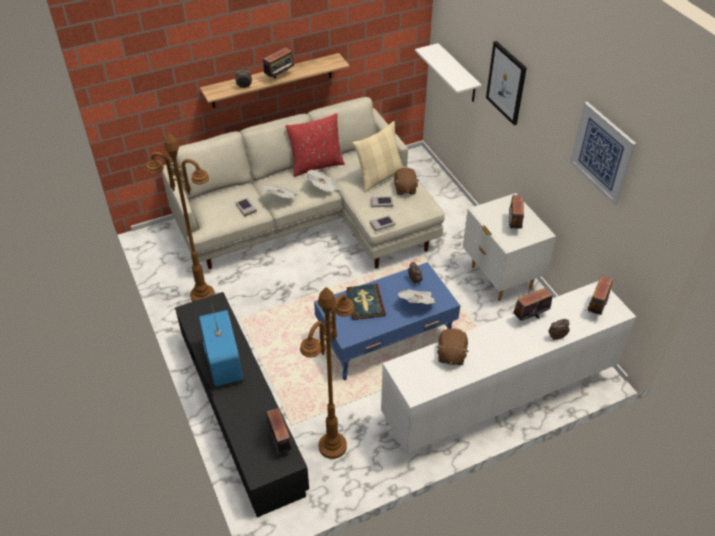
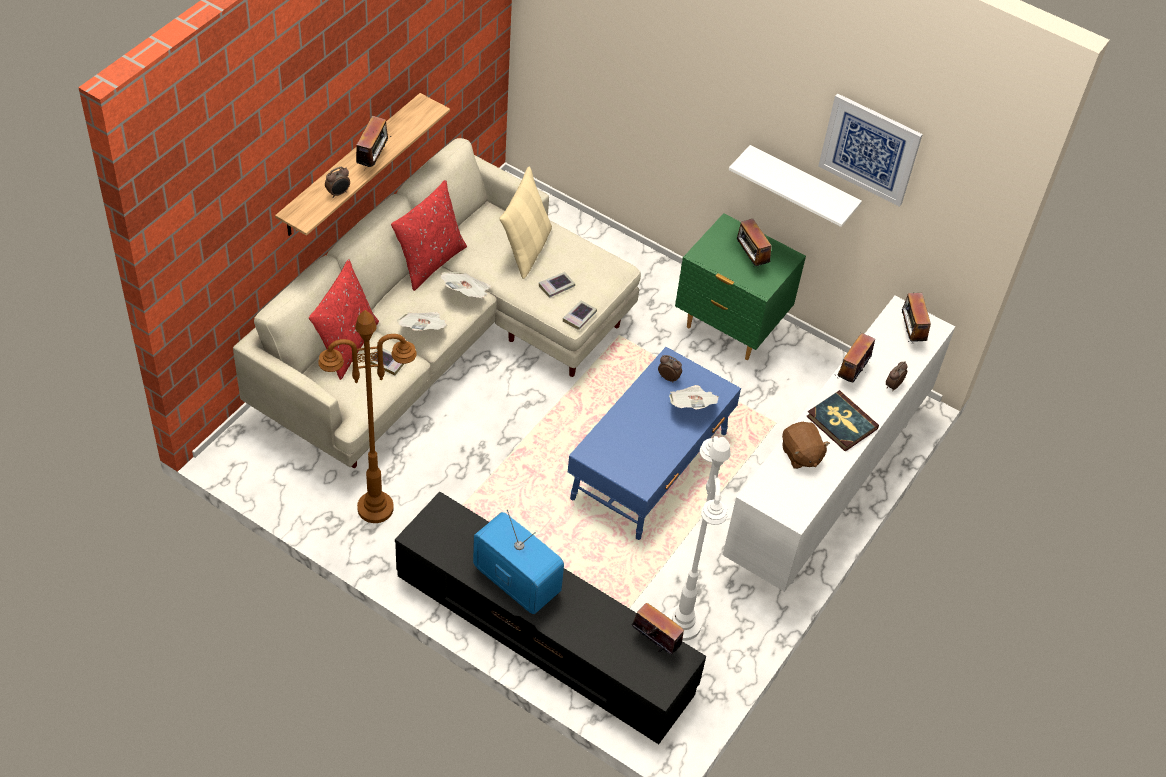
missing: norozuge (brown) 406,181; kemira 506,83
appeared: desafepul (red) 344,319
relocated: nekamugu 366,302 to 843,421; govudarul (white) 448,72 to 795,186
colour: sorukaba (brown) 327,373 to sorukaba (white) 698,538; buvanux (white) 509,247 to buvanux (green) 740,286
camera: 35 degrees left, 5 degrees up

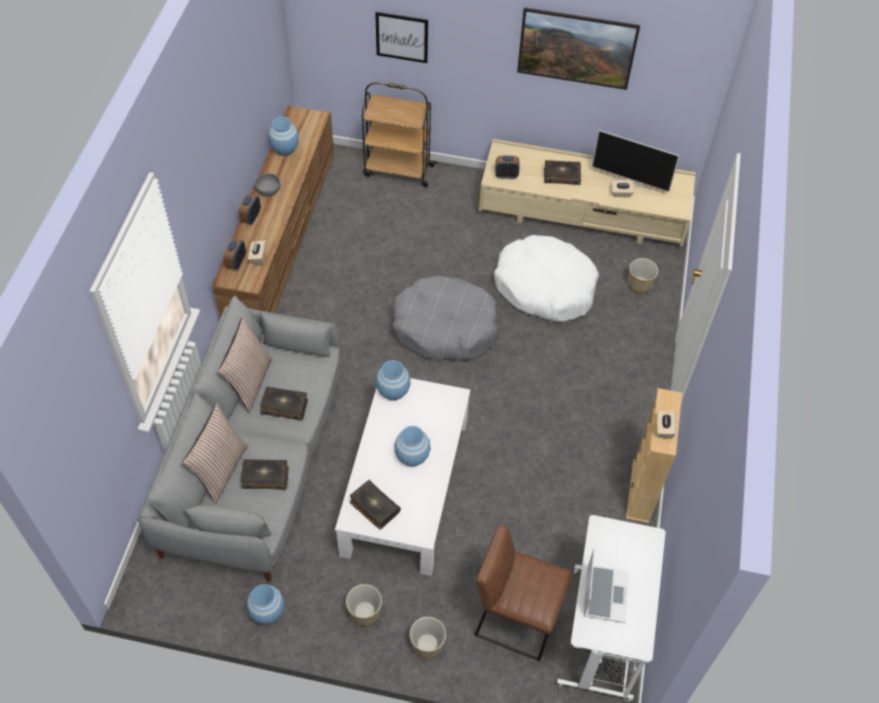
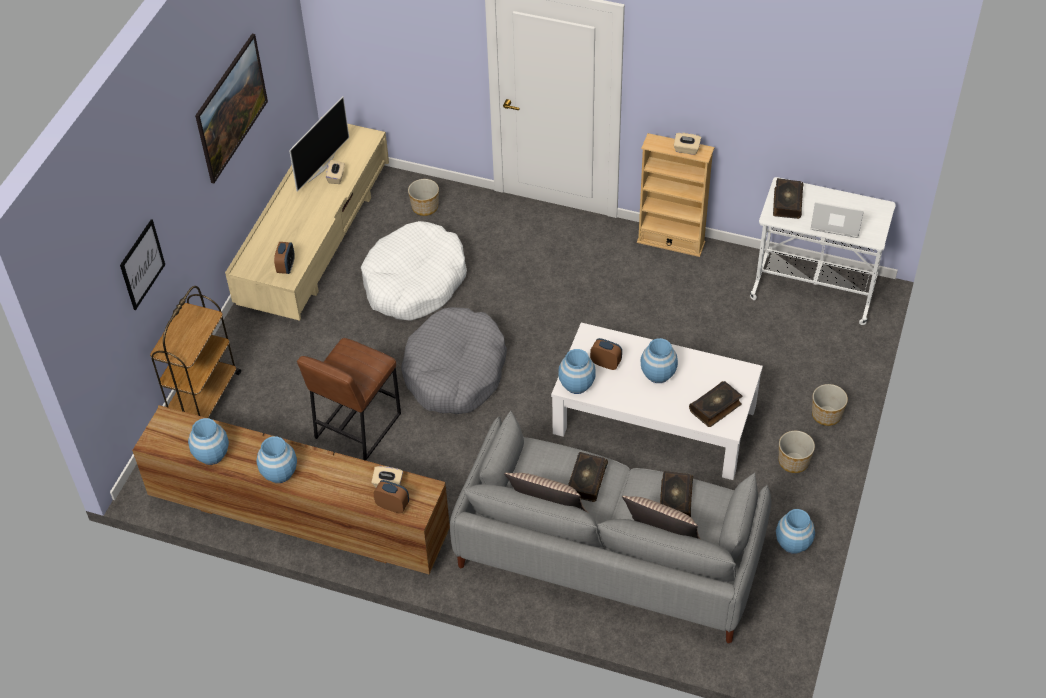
relocated: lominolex 249,209 to 606,354; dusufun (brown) 523,593 to 349,399; nekamugu 562,172 to 788,198
exchanged: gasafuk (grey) 268,184 to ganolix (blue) 276,459
camera: 80 degrees left, 5 degrees down

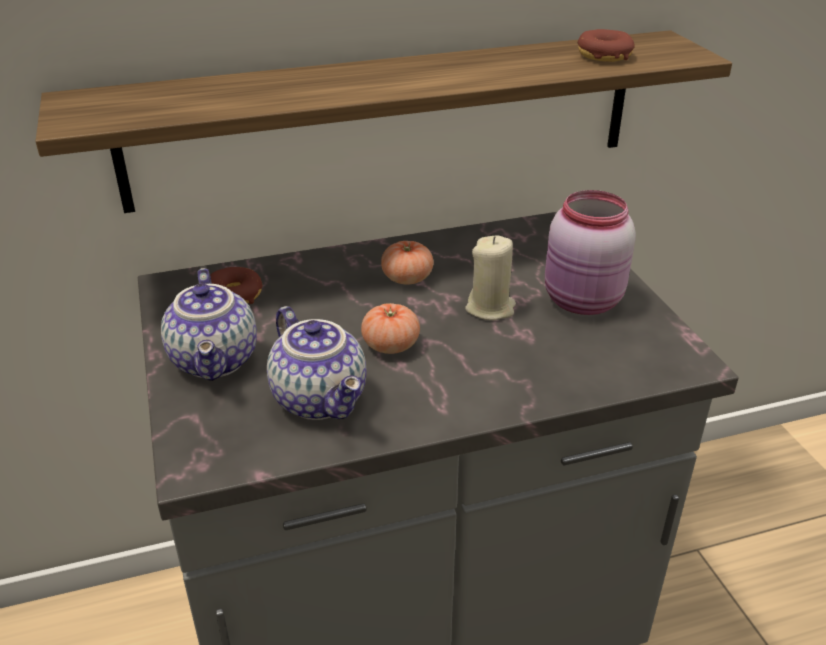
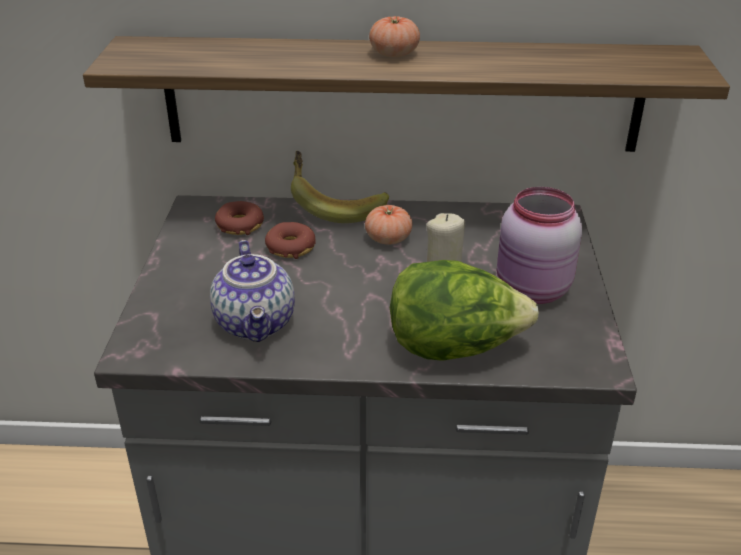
missing: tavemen 209,324
appeared: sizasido 340,187; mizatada 464,310
relocated: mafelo 390,328 to 394,36; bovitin 606,45 to 290,240
camera: 20 degrees right, 0 degrees up

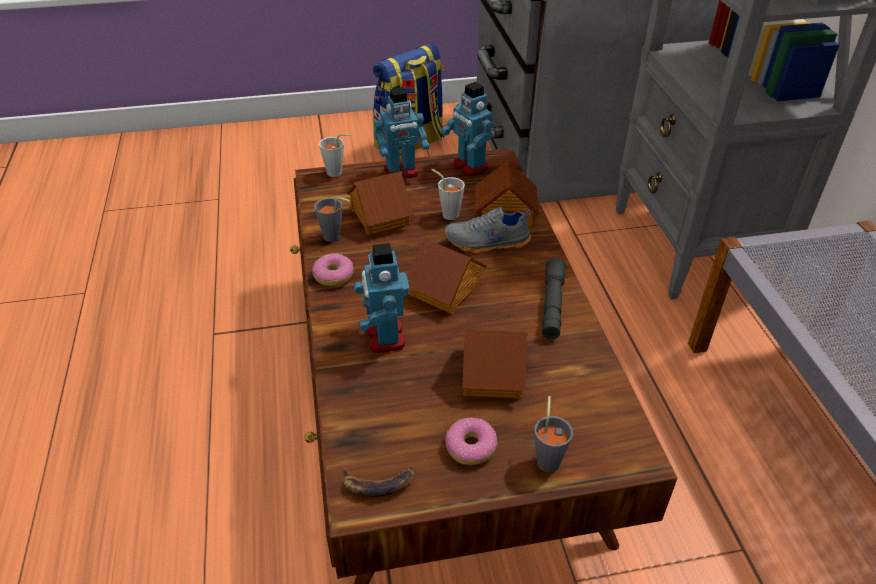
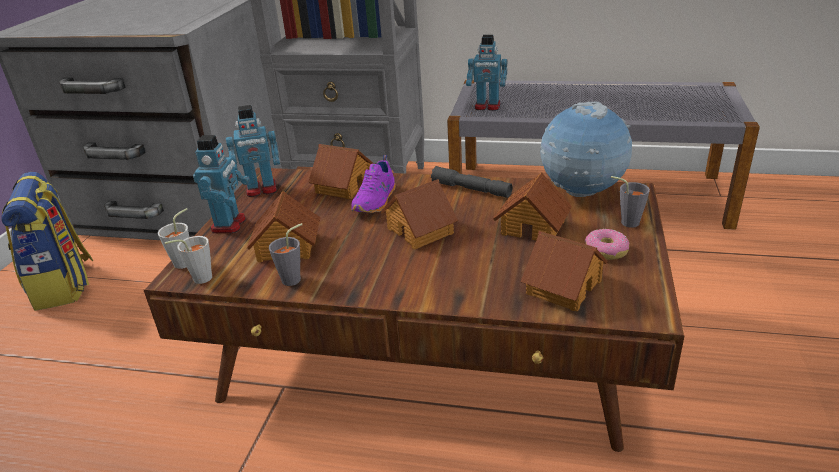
missing: bovitin 333,269; sizasido 378,482
appeared: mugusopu 564,271; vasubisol 586,149
relocated: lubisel 382,298 to 486,73; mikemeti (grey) 448,194 to 188,260
colour: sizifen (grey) 488,230 to sizifen (purple) 373,184
camera: 65 degrees left, 10 degrees down

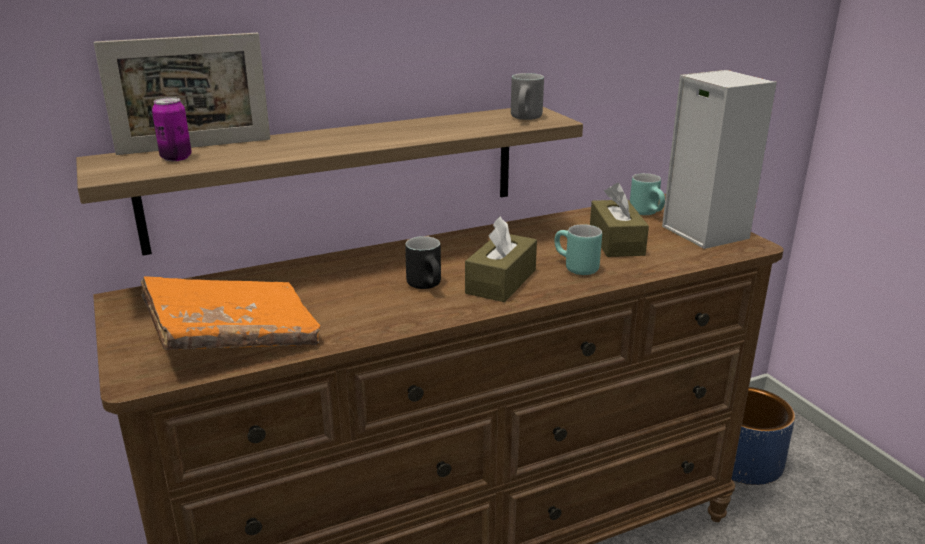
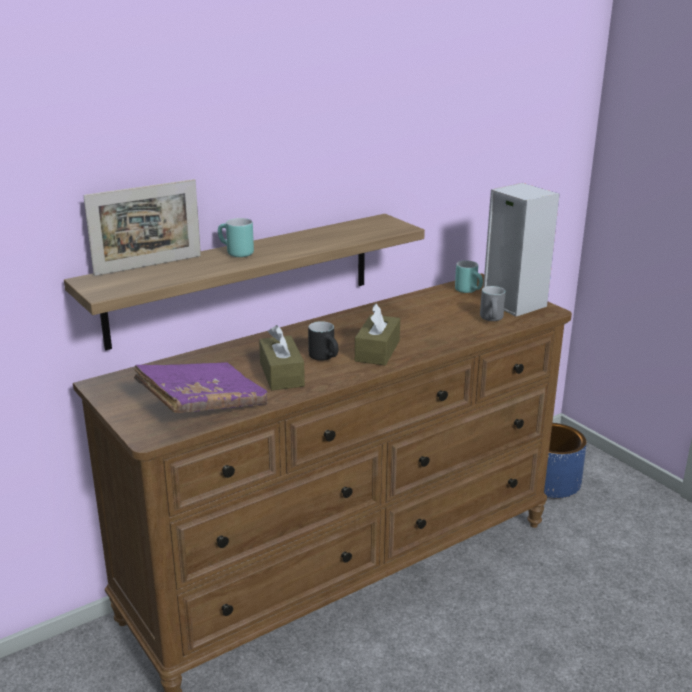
missing: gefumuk 172,129
relocated: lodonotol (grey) 527,96 to 493,303; lodonotol (turquoise) 578,249 to 236,237; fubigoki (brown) 619,220 to 282,357
colour: nekamugu (orange) 230,313 to nekamugu (purple) 200,387
camera: 10 degrees left, 0 degrees up

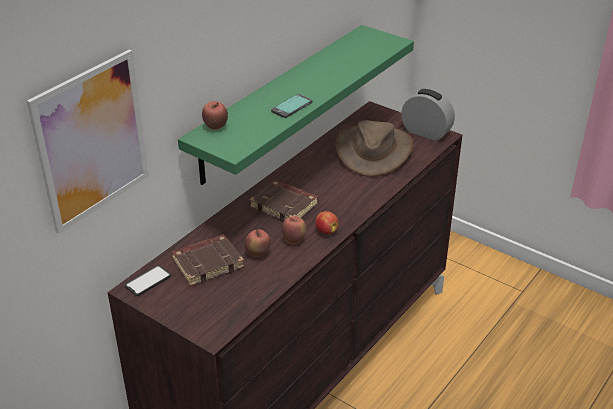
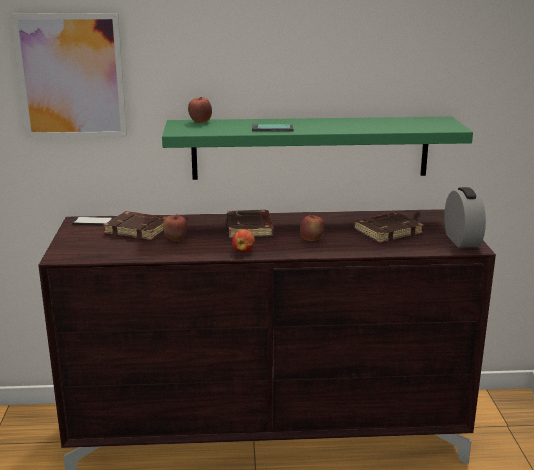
relocated: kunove 294,230 to 312,227
exchanged: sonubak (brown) 374,148 to nekamugu (brown) 388,227
camera: 50 degrees right, 15 degrees down

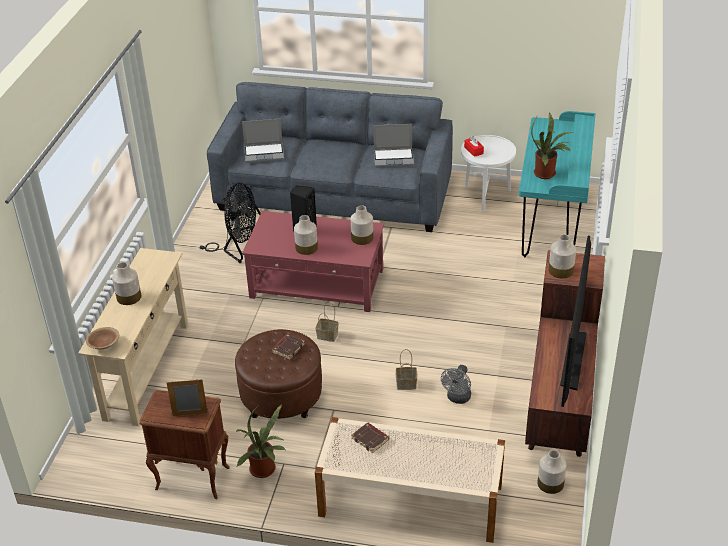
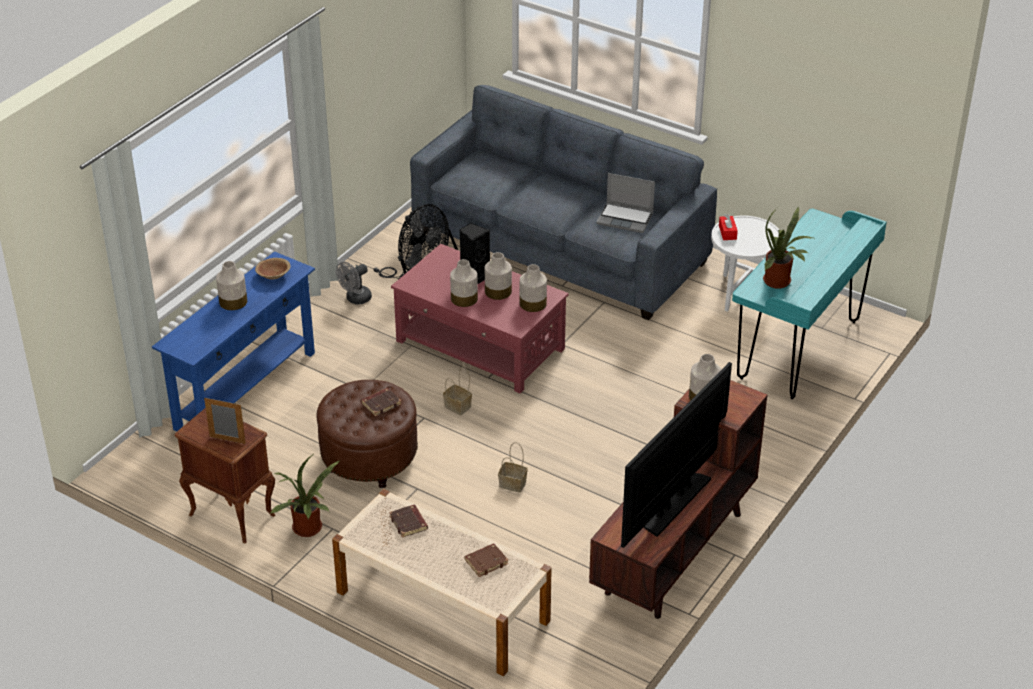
missing: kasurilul 263,141
appeared: nekamugu (brown) 486,560
relocated: gasafuk (brown) 102,338 to 273,268; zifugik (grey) 456,384 to 354,283; ganolix (beige) 552,472 to 498,276
colour: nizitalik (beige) 133,337 to nizitalik (blue) 233,341
camera: 20 degrees right, 0 degrees up

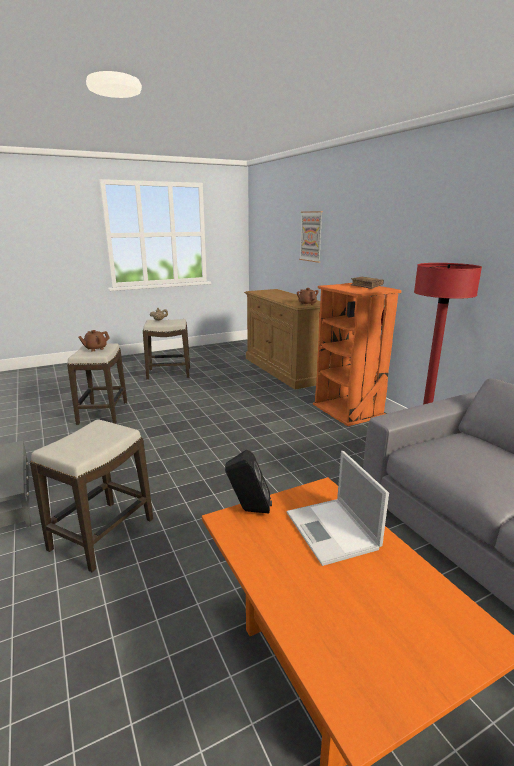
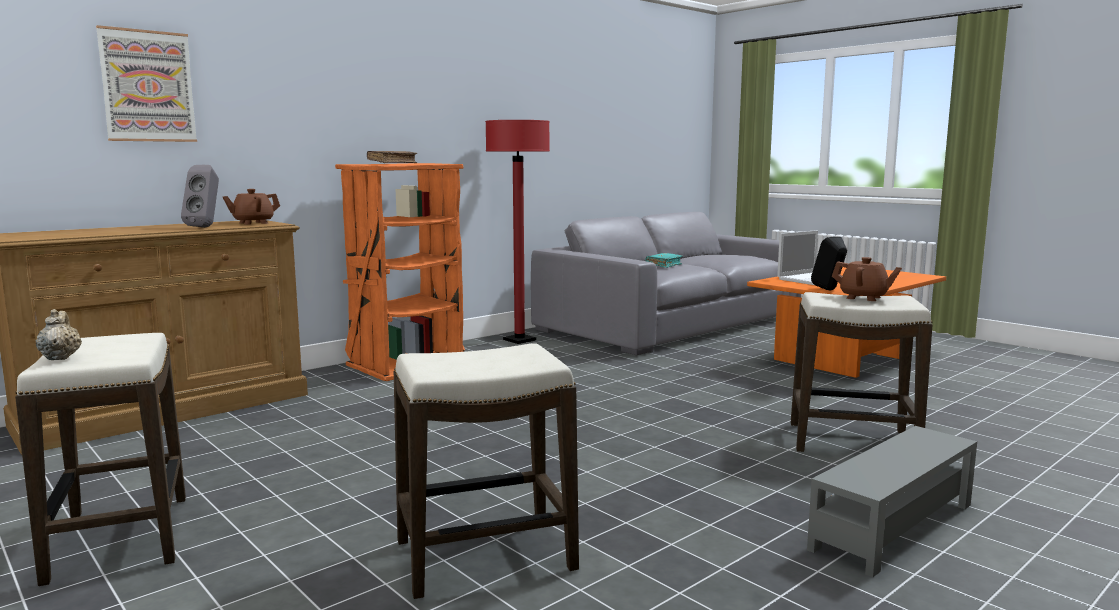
appeared: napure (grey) 200,196; nekamugu (turquoise) 664,260
relocated: tavemen (brown) 94,340 to 867,279
camera: 105 degrees left, 10 degrees down

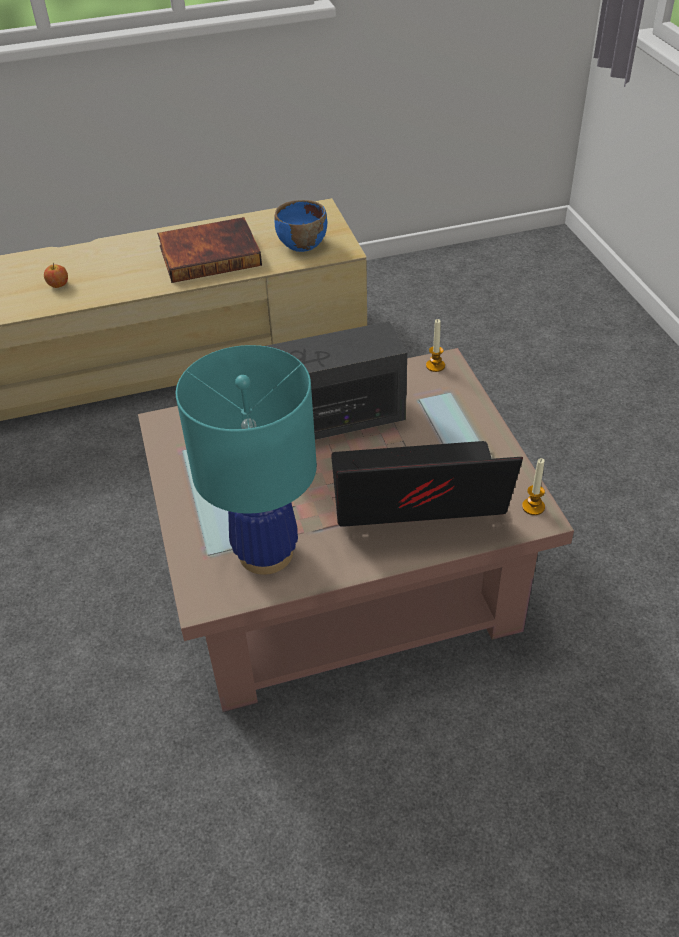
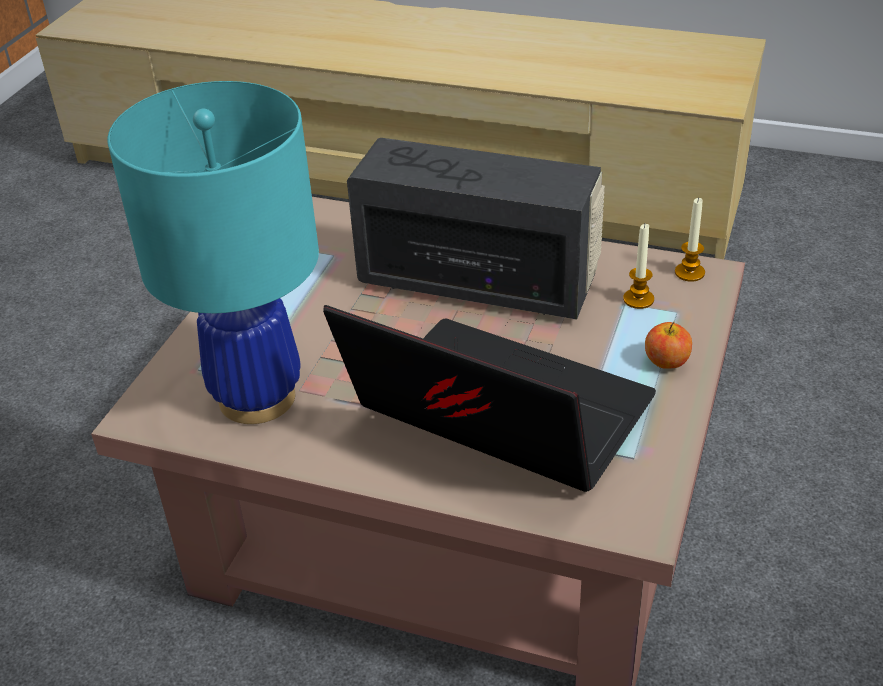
missing: nekamugu 209,250; gasafuk (blue) 300,226
relocated: kunove 56,275 to 668,345; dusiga 533,486 to 638,266
camera: 35 degrees right, 5 degrees down

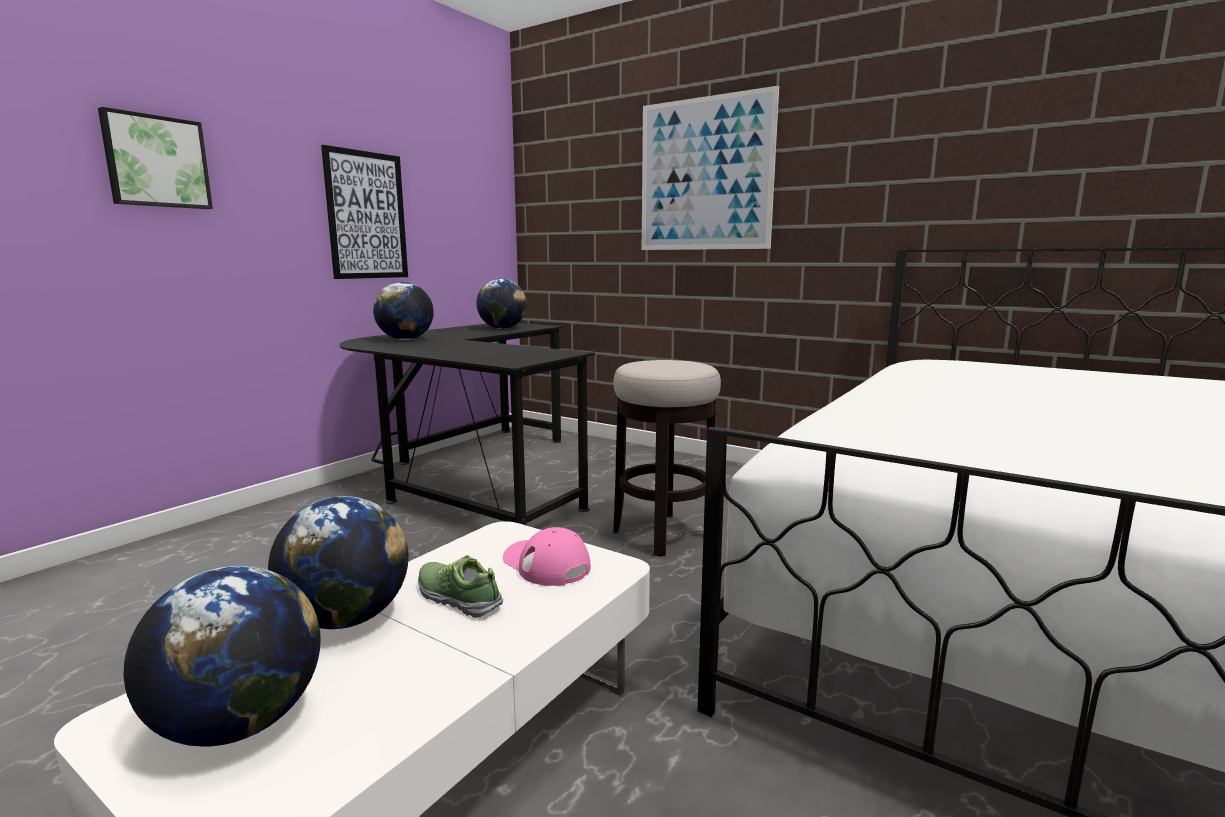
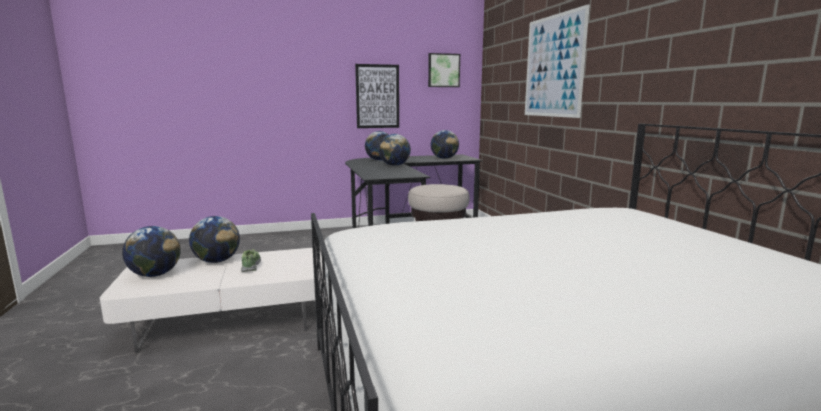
missing: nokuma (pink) 546,556
appeared: vasubisol 395,150
relocated: kemira 155,158 to 444,70
camera: 40 degrees right, 0 degrees up

